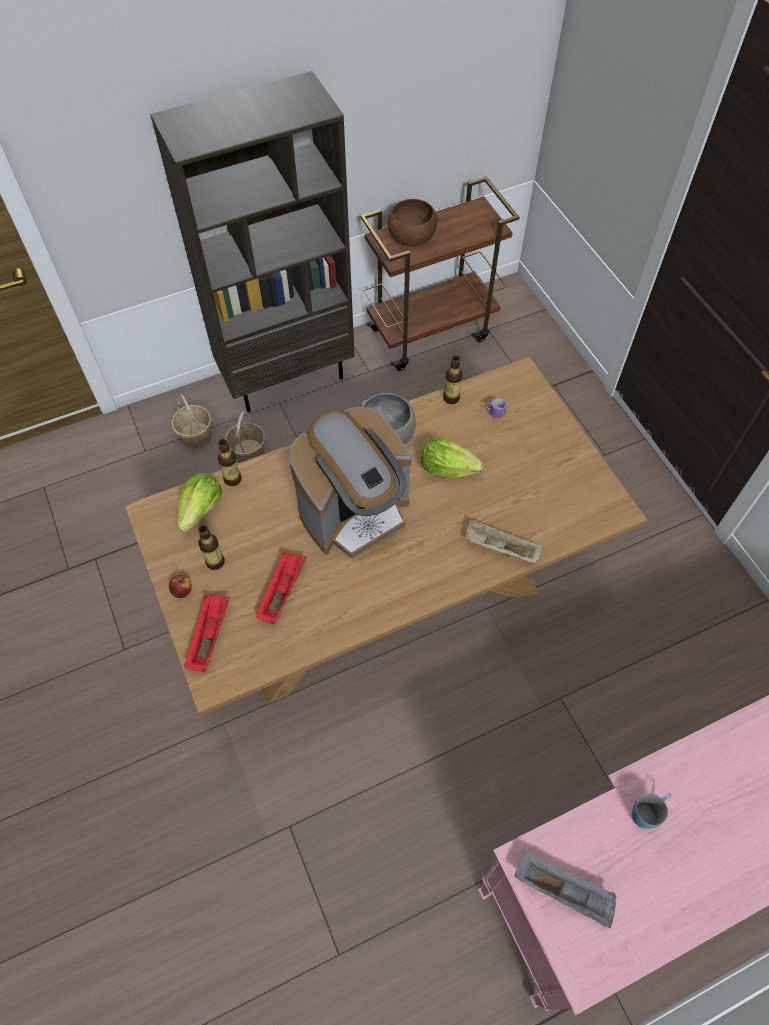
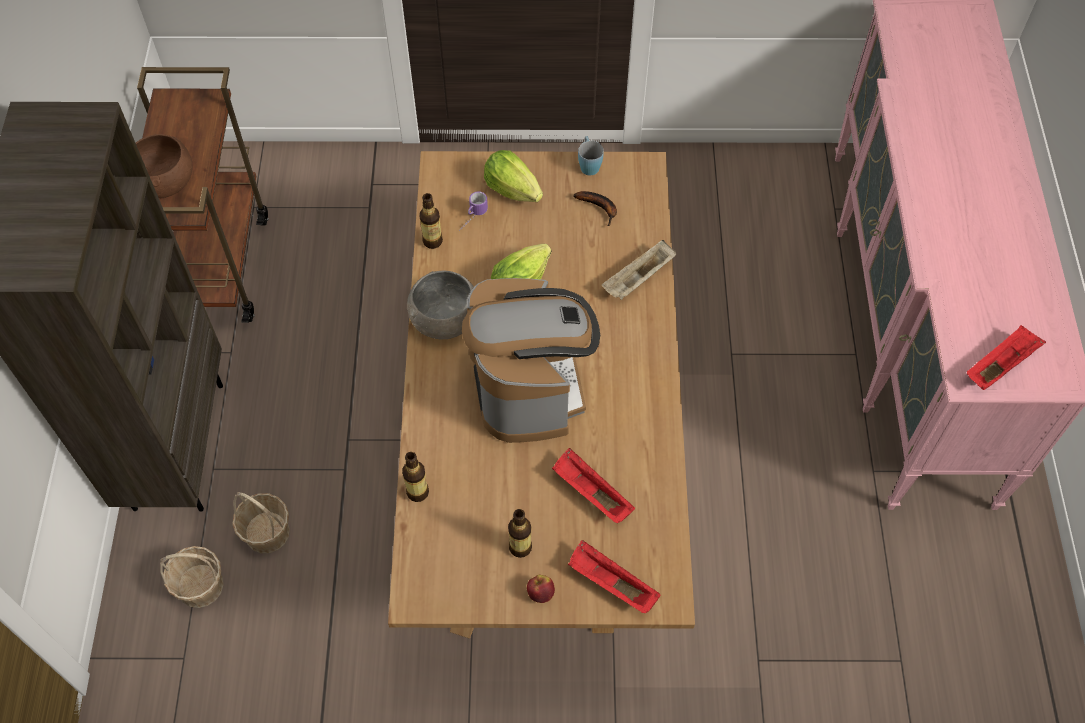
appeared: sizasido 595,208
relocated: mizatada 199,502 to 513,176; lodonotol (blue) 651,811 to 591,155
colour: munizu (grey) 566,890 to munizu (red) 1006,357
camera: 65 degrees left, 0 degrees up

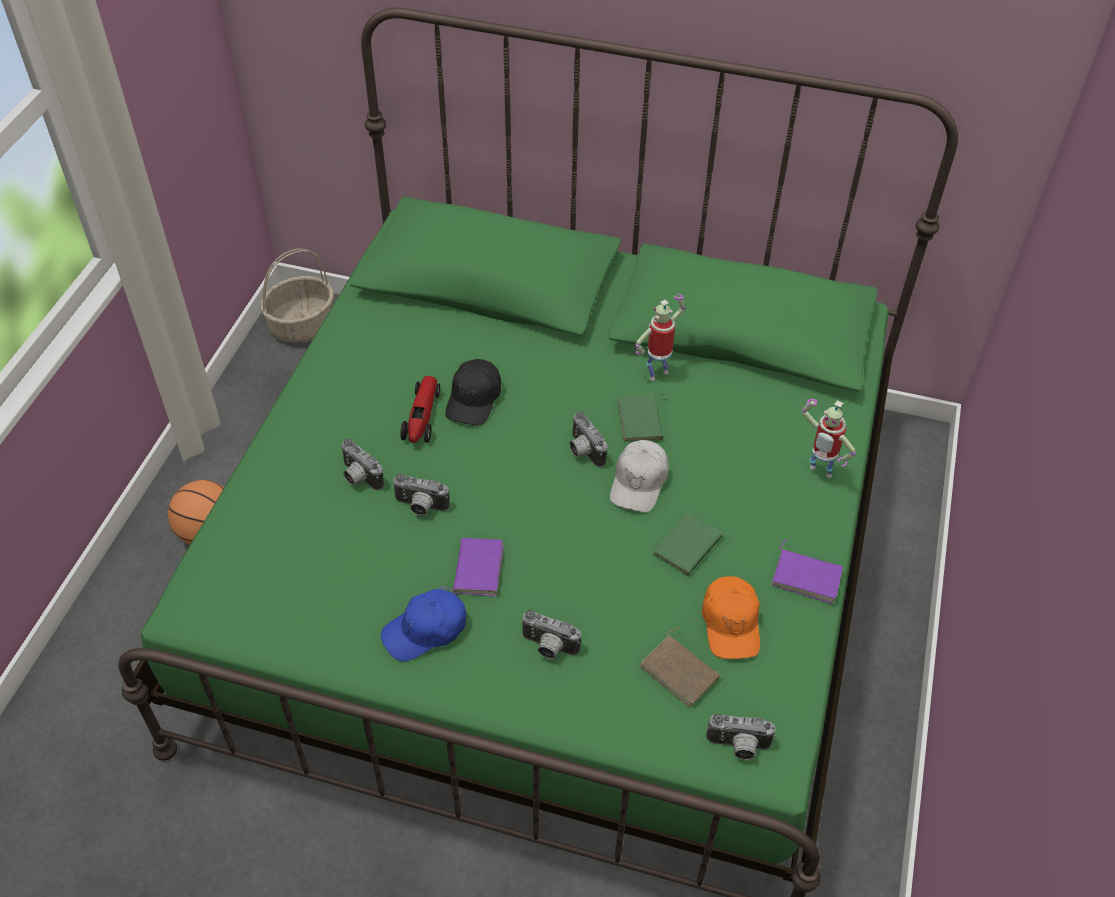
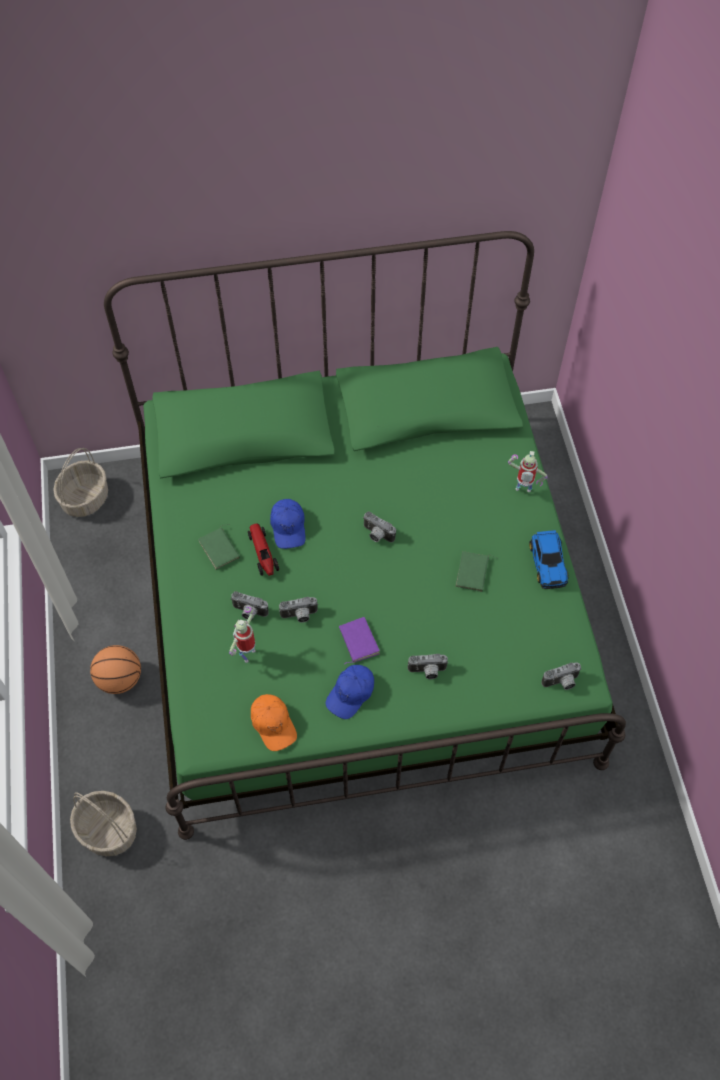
missing: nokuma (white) 639,476; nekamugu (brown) 679,667
appeared: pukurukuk 103,823
relocated: nekamugu (green) 643,417 to 219,547; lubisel 660,337 to 242,635; nokuma (orange) 731,617 to 274,722
exchanged: nekamugu (purple) 807,571 to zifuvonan 549,559
colour: nokuma (black) 473,392 to nokuma (blue) 288,524
camera: 25 degrees left, 10 degrees up

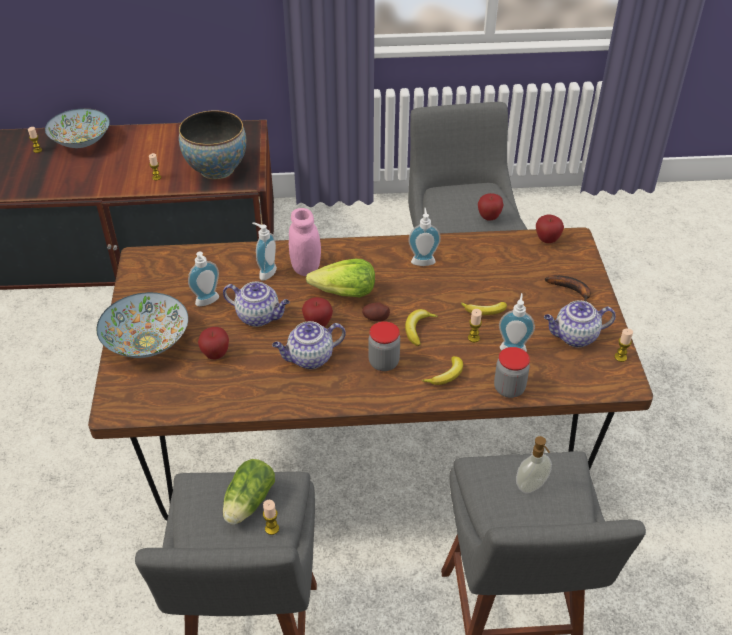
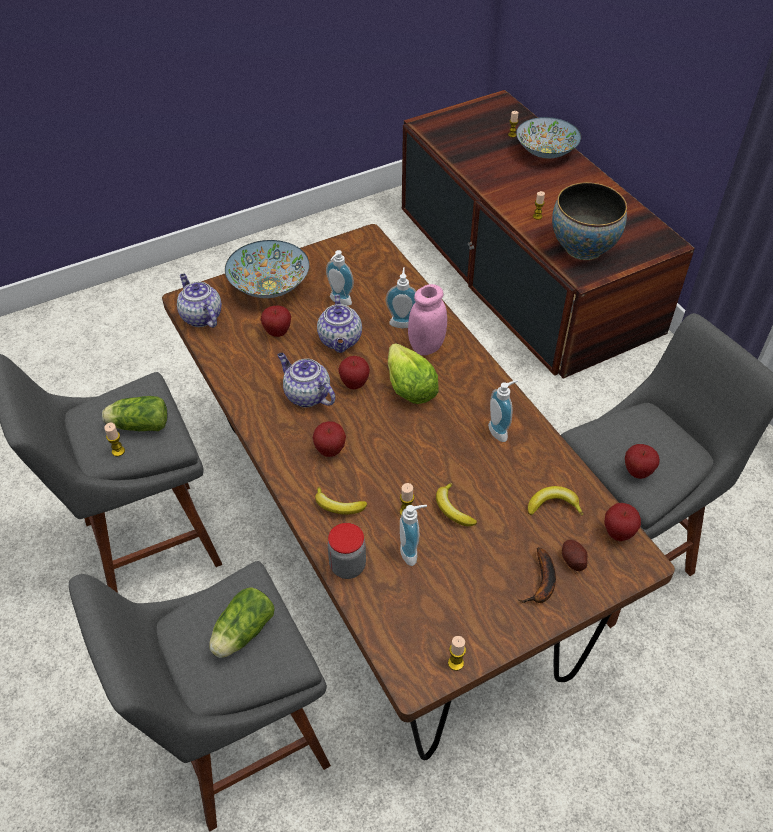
relocated: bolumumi 376,312 to 575,555; sizasido 421,327 to 555,500; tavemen 580,323 to 199,301
exchanged: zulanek 384,346 to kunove 329,439; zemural 534,464 to mizatada 242,622
camera: 65 degrees right, 5 degrees up

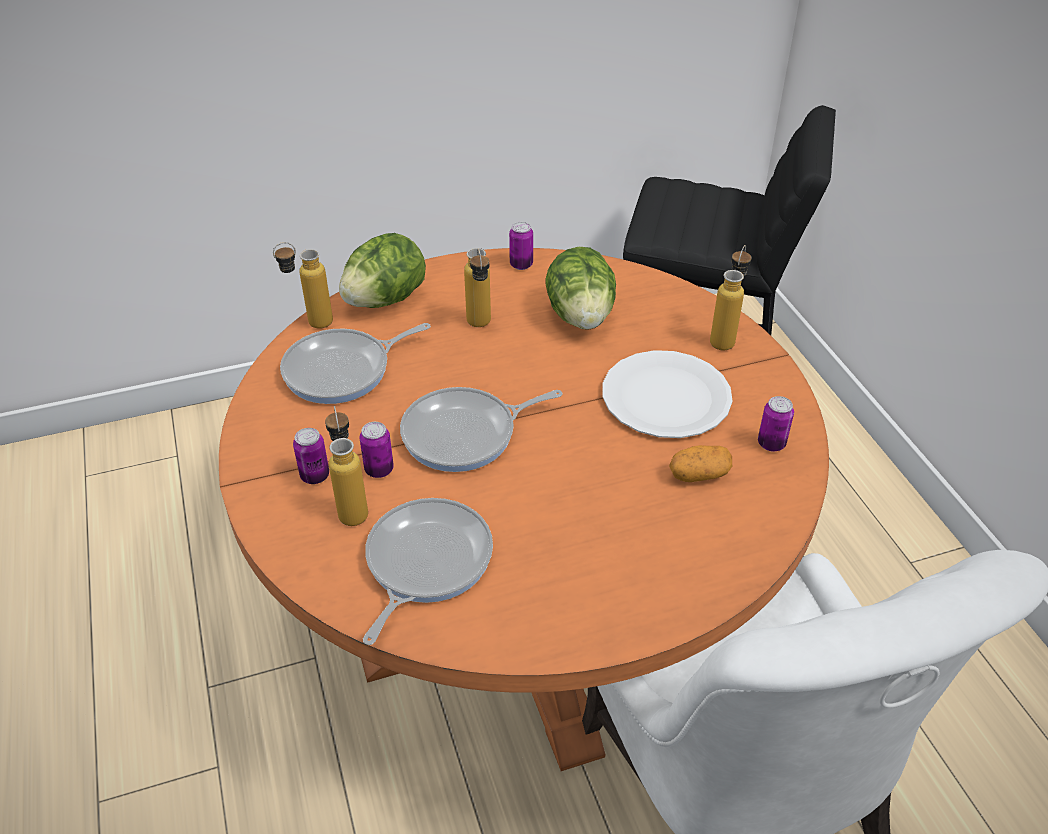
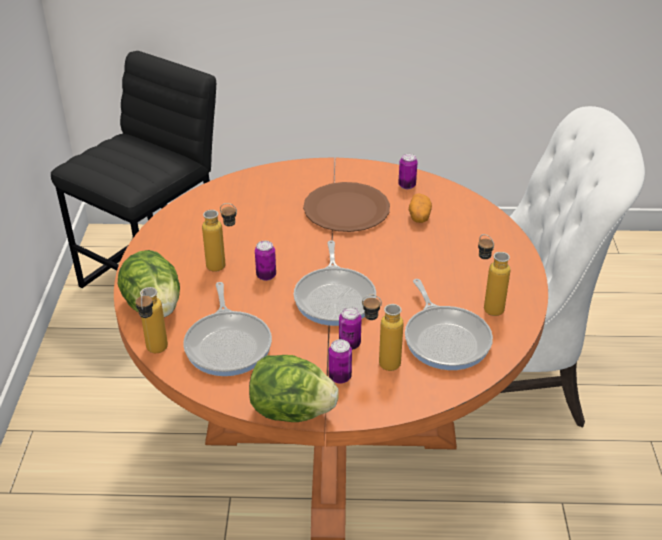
relocated: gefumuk 521,246 to 265,261; mizatada 580,288 to 294,388; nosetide 730,298 to 494,275
colour: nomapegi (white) 667,394 to nomapegi (brown) 346,207
spun: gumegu 428,571 = 449,324 150 degrees counterclockwise
camera: 70 degrees left, 5 degrees down

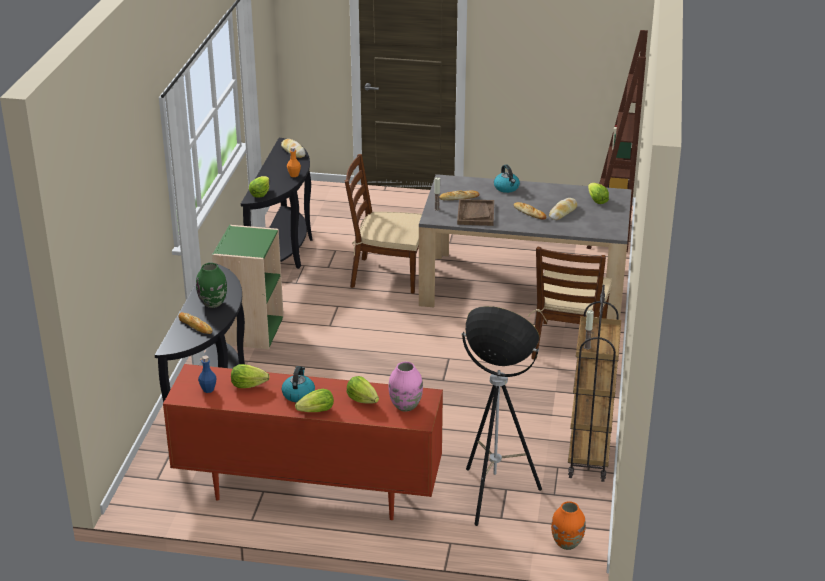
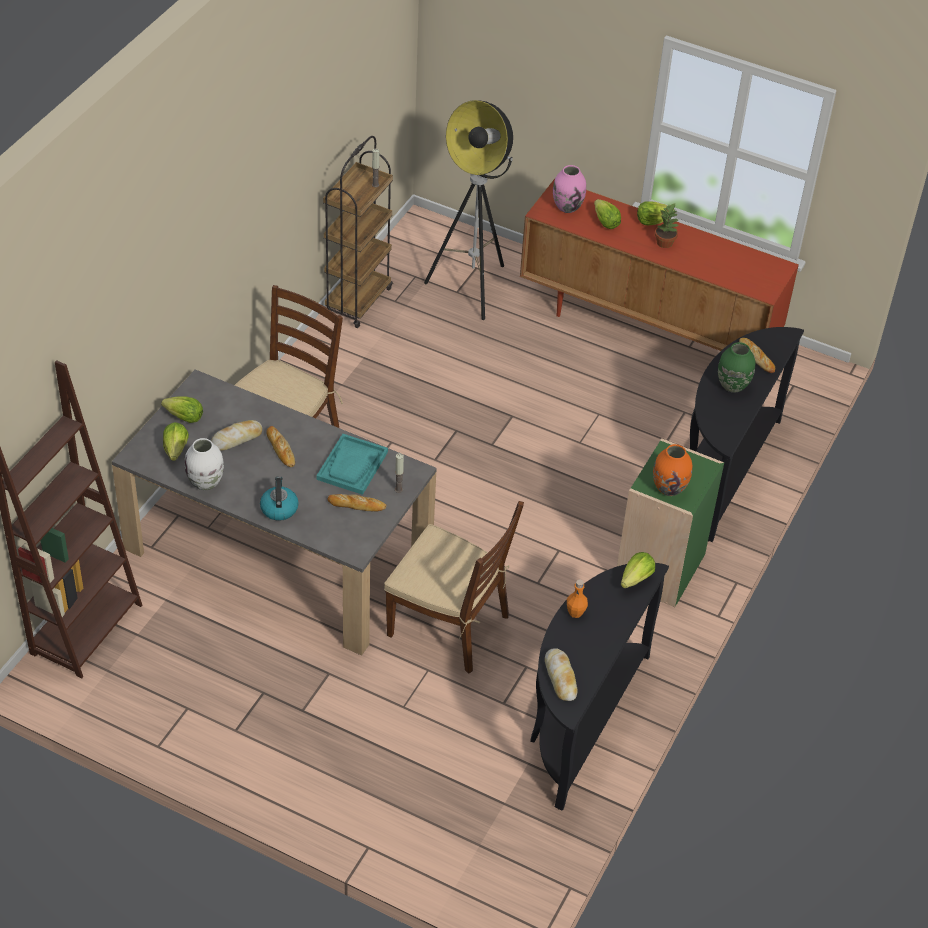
missing: nosetide (blue) 207,374
appeared: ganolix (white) 204,464
relocated: mizatada 250,376 to 182,409; ganolix (orange) 568,525 to 672,470
exchanged: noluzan 298,384 to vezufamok 667,226
colour: munizu (brown) 475,212 to munizu (turquoise) 352,464
camera: 165 degrees left, 15 degrees up

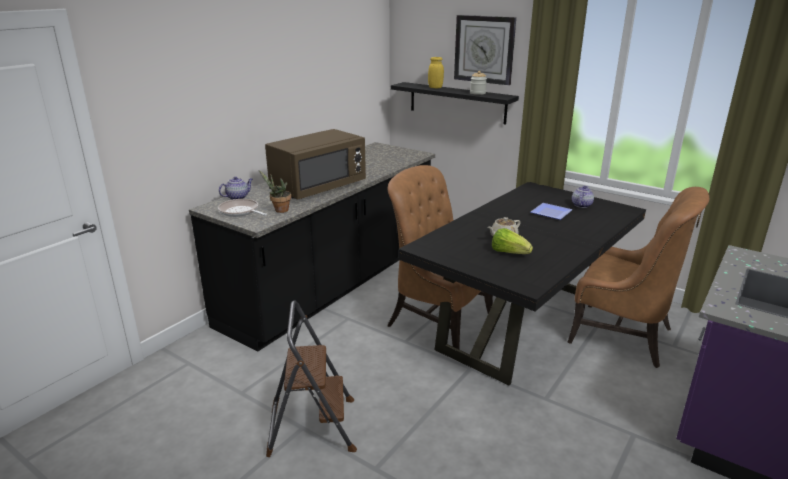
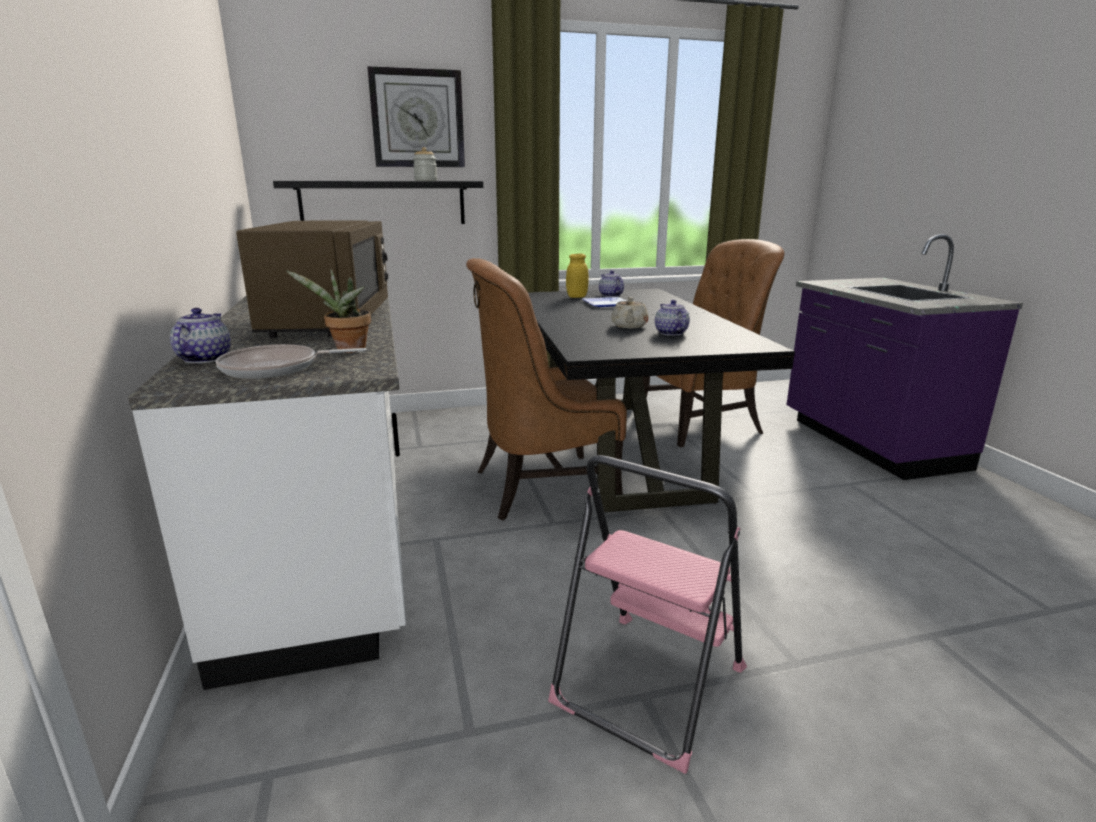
relocated: zulanek (yellow) 436,72 to 577,276
exchanged: mizatada 512,241 to tavemen 672,318
colour: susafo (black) 312,247 to susafo (white) 267,493; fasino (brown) 311,379 to fasino (pink) 647,614
camera: 50 degrees left, 5 degrees down

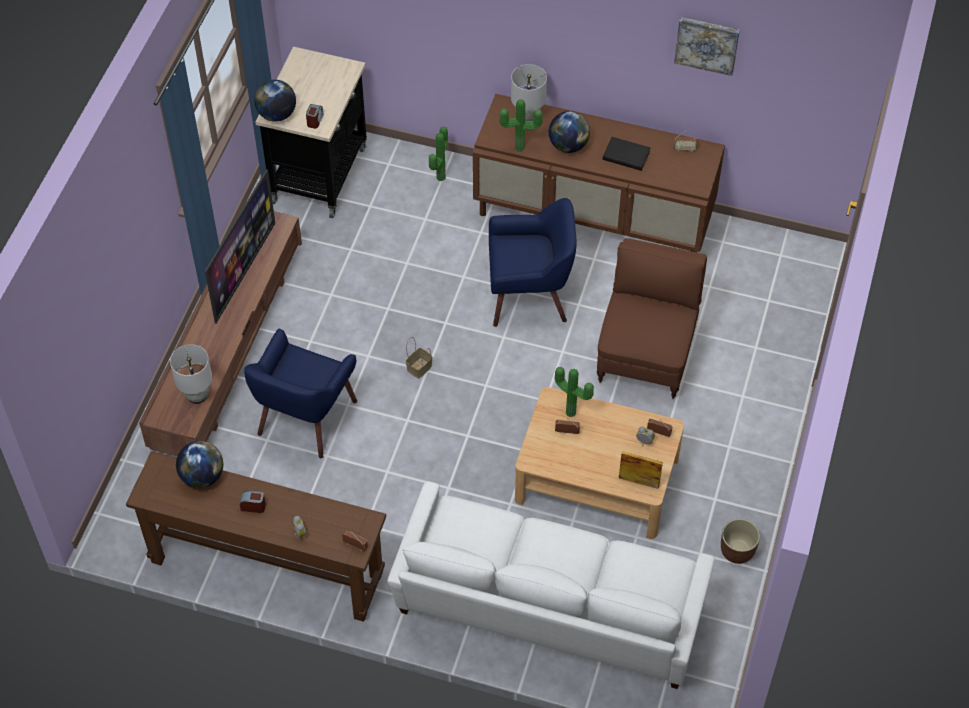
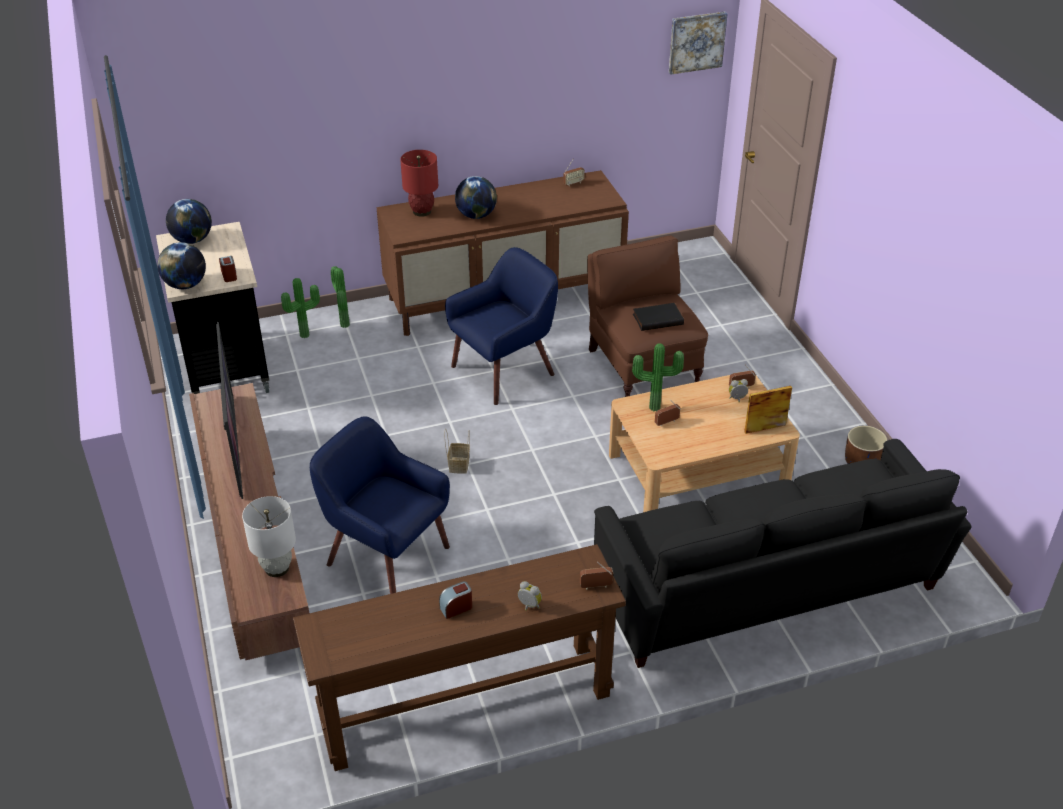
relocated: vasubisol 199,464 to 189,221; vezufamok 520,125 to 300,308; nekamugu (black) 627,154 to 658,317; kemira 707,46 to 698,42
colour: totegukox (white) 551,585 to totegukox (black) 782,553; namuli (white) 529,92 to namuli (red) 419,183
spun: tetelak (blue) 300,393 = 380,505 135 degrees clockwise
camera: 35 degrees left, 15 degrees down

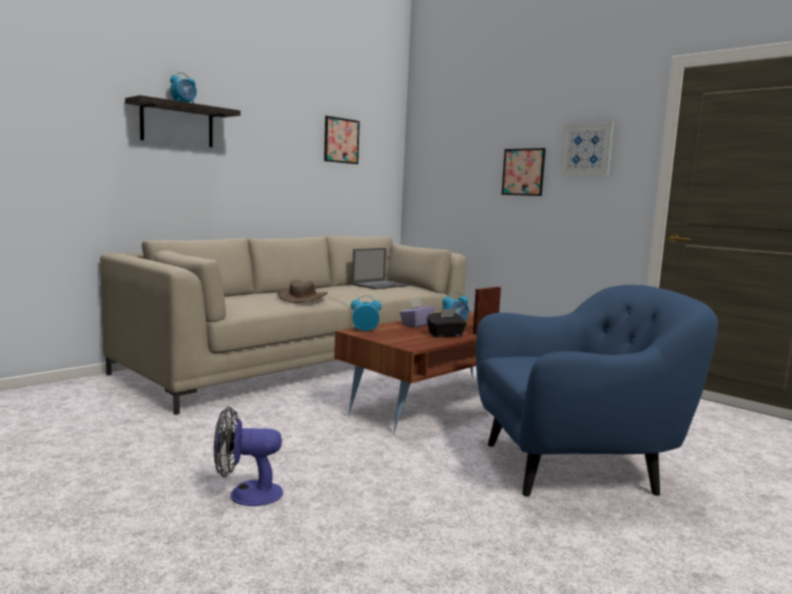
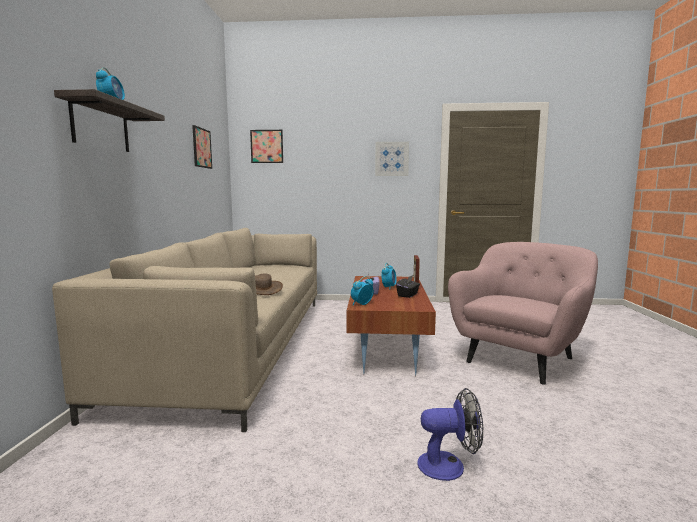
missing: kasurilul 380,269
relocated: kemira 523,172 to 266,146
colour: tetelak (blue) 597,391 to tetelak (pink) 523,313
spun: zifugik 248,456 = 450,434 135 degrees counterclockwise
camera: 40 degrees left, 0 degrees up

